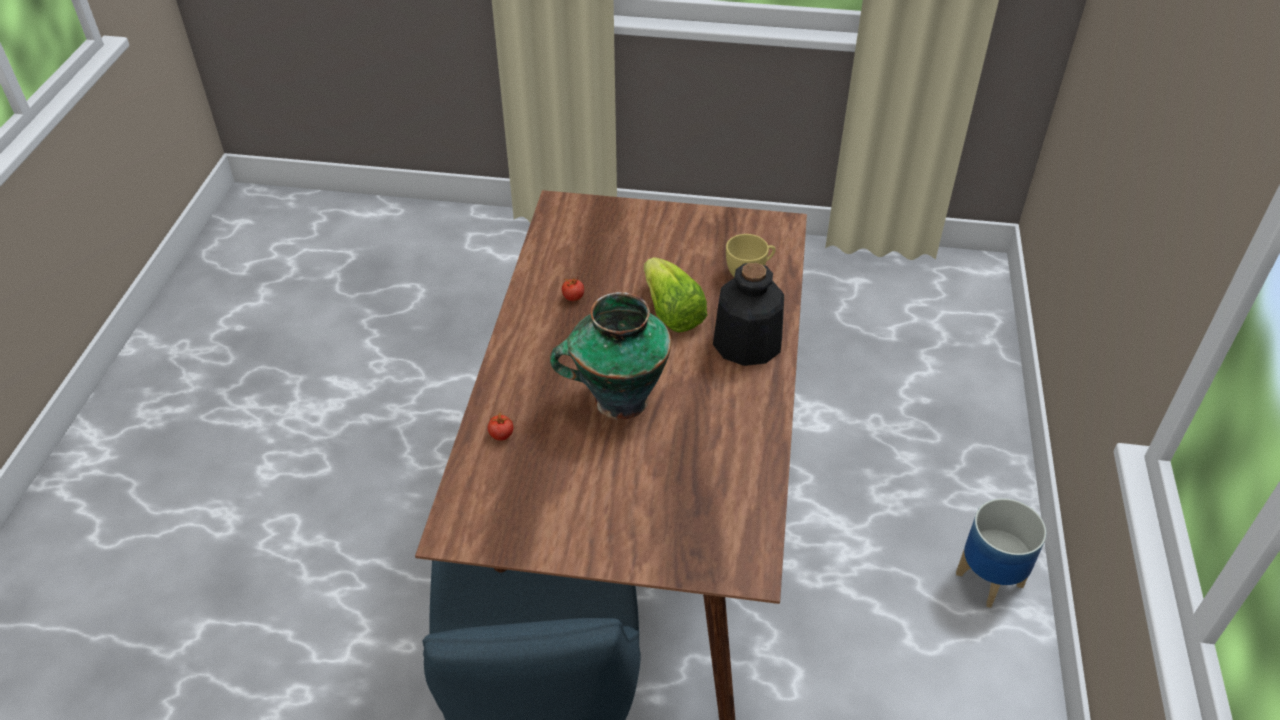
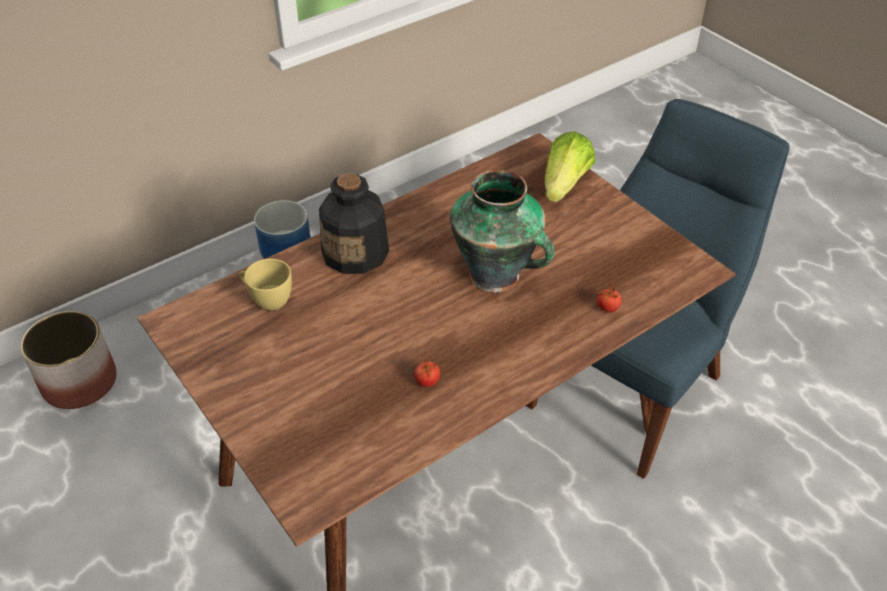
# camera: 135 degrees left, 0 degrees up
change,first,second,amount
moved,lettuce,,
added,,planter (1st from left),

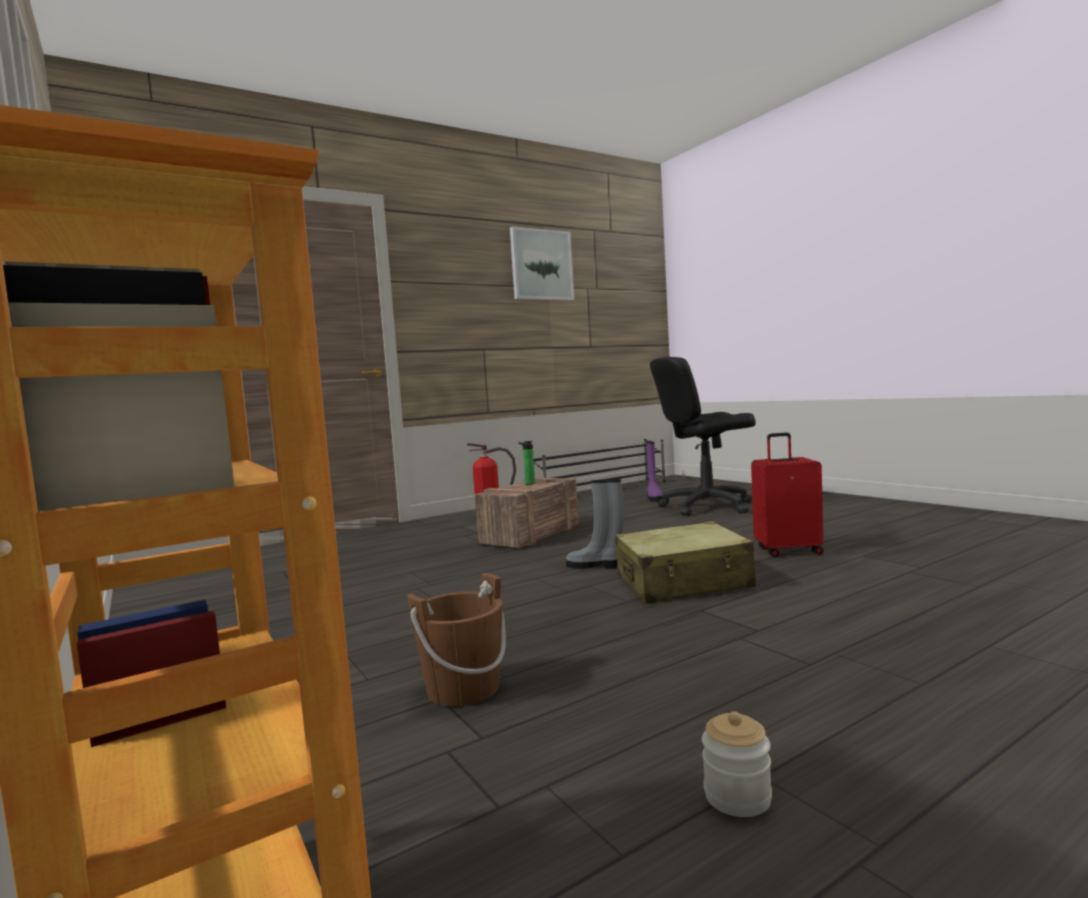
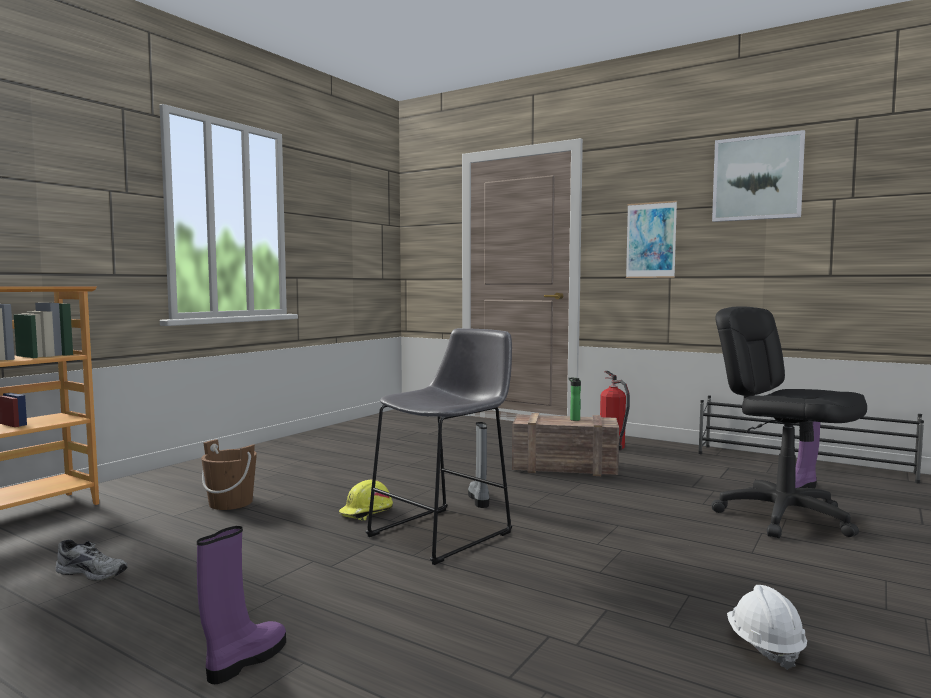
# camera: 65 degrees right, 0 degrees up
change,first,second,amount
removed,red suitcase,,
replaced,beige suitcase,grey stool,
replaced,jar,grey shoe,
added,,picture (1st from left),
added,,yellow hard hat,
added,,purple boot (1st from left),
added,,white hard hat,

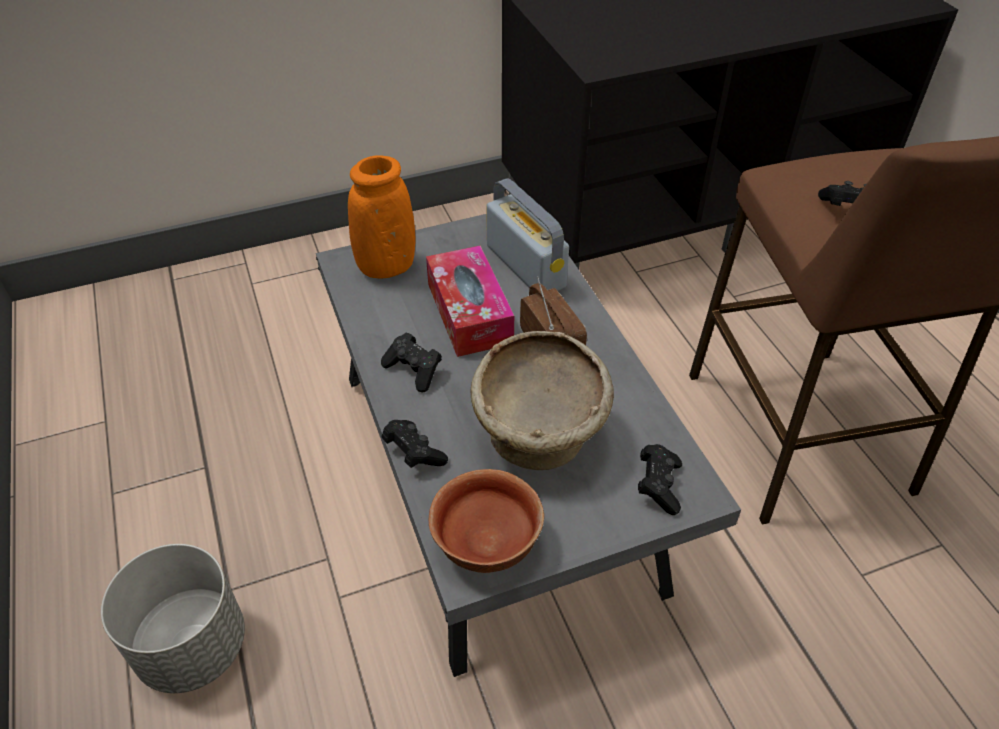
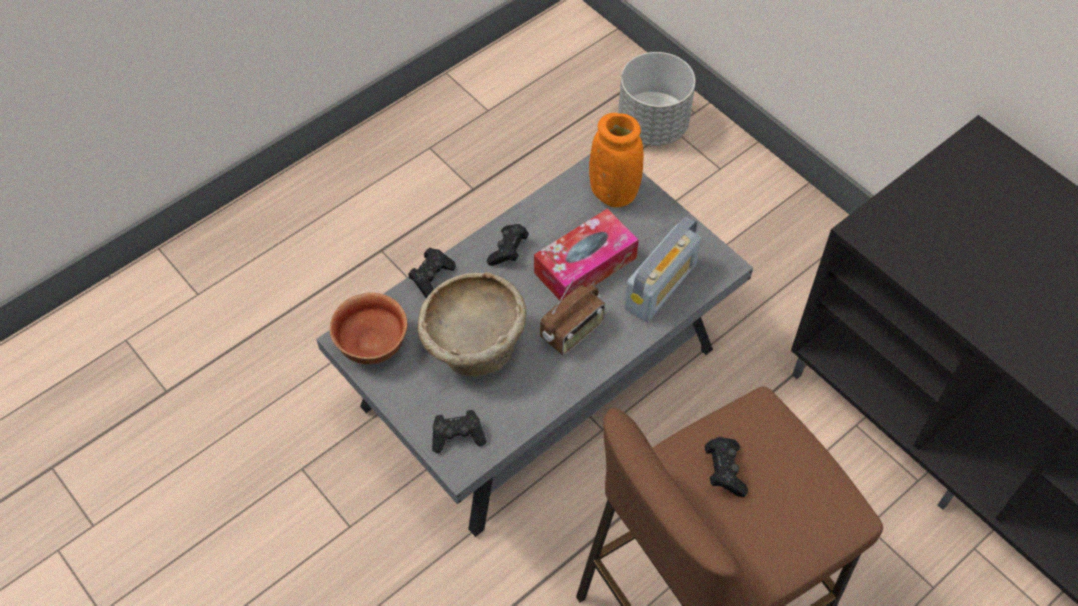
# camera: 70 degrees right, 10 degrees up
change,first,second,amount
moved,grey planter,,

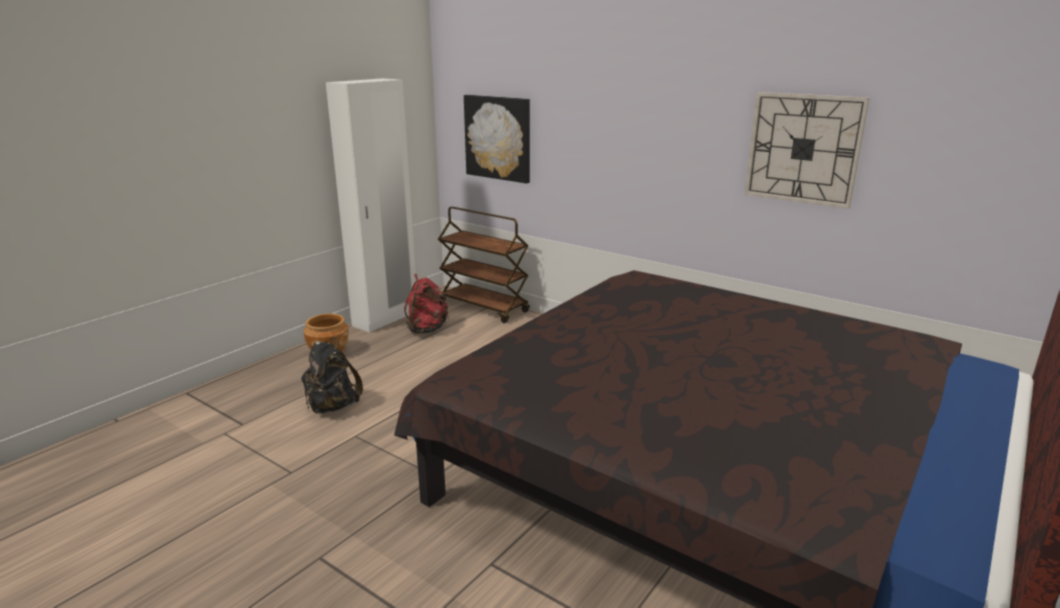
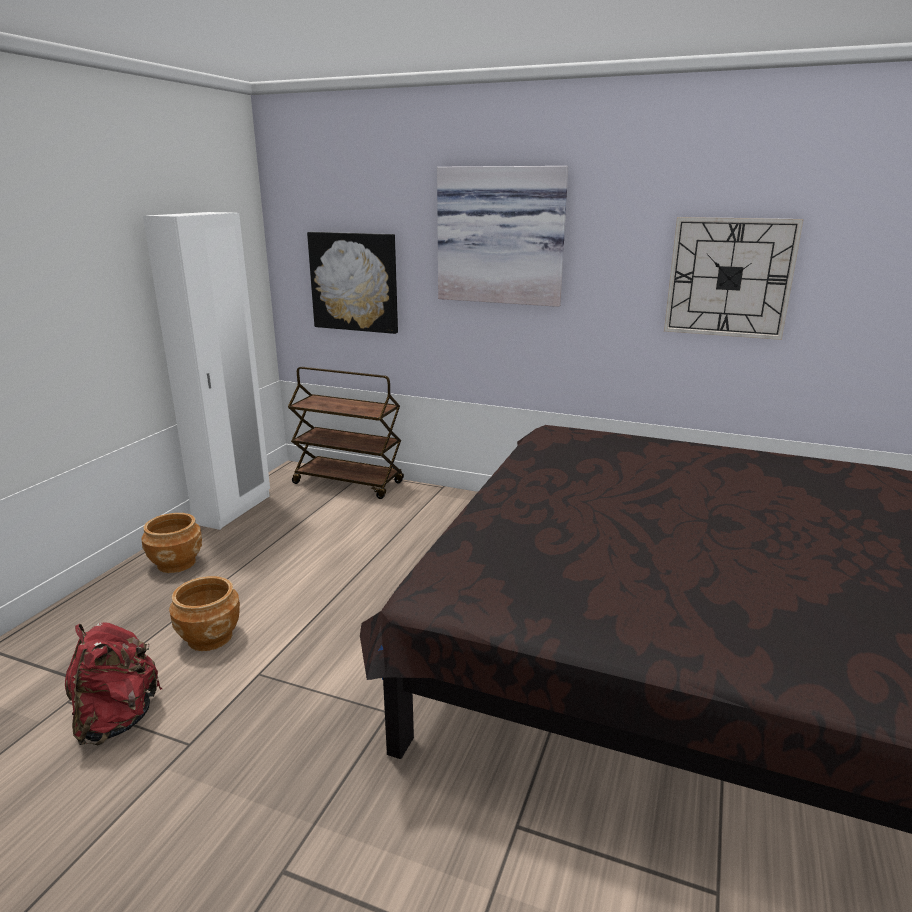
# camera: 15 degrees left, 0 degrees up
change,first,second,amount
moved,red backpack,,
replaced,black backpack,brown planter (2nd from left),
added,,picture (2nd from left),

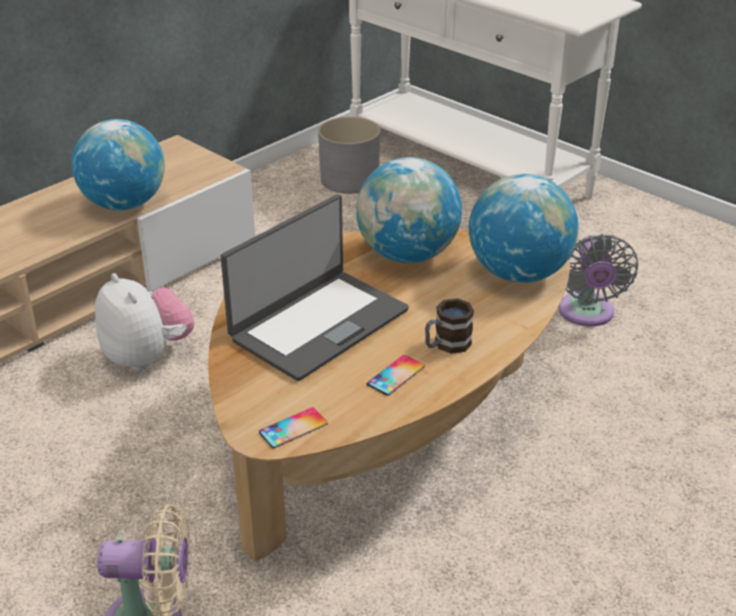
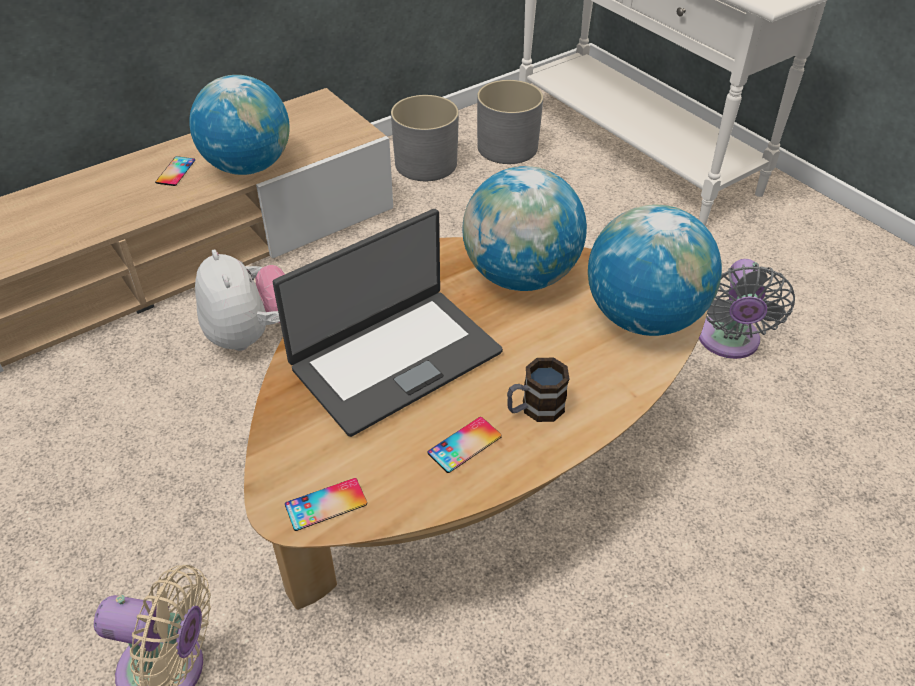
# camera: 10 degrees right, 10 degrees up
change,first,second,amount
added,,grey planter (1st from left),
added,,phone (1st from left),

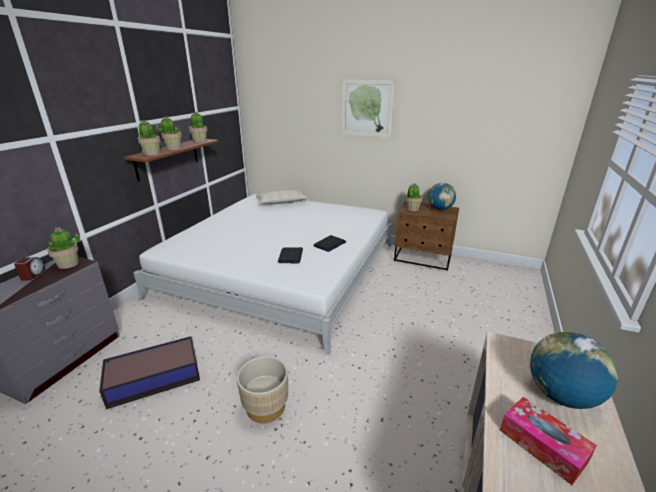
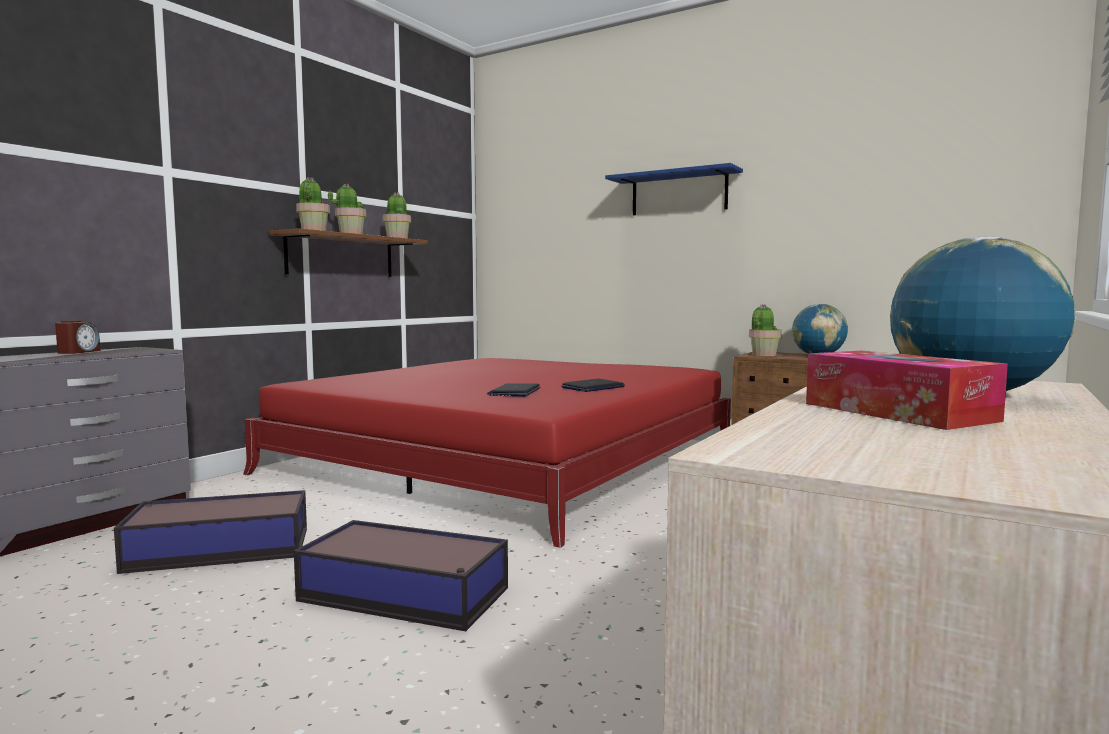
# camera: 10 degrees right, 20 degrees down
change,first,second,amount
replaced,picture,blue shelf,
removed,beige pillow,,
recoloured,white bed,red bed,
removed,potted plant (1st from left),,
replaced,beige planter,storage box (2nd from left),

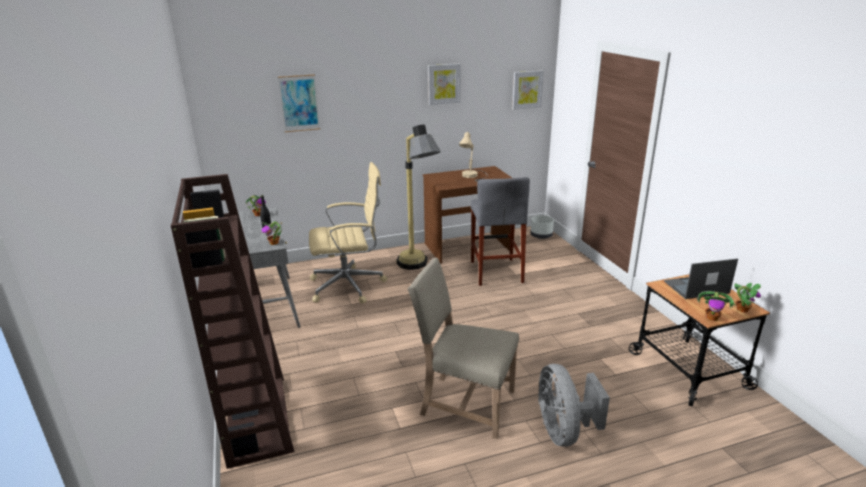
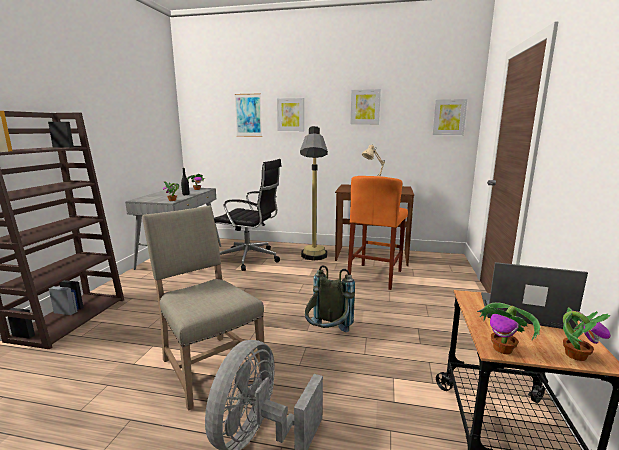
# camera: 30 degrees right, 10 degrees down
change,first,second,amount
recoloured,beige office chair,black office chair,
recoloured,grey stool,orange stool,
removed,white planter,,
added,,picture (2nd from left),
added,,grey backpack,

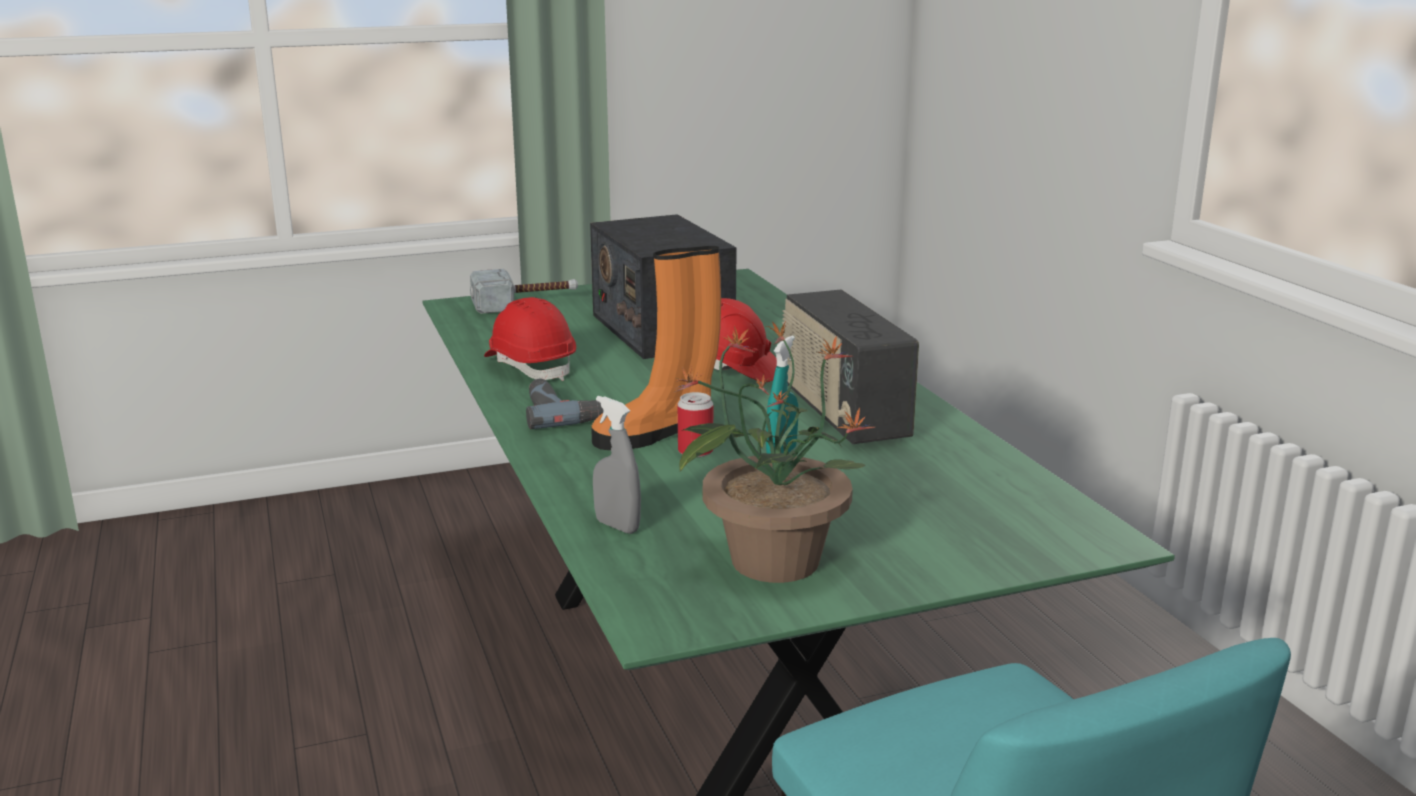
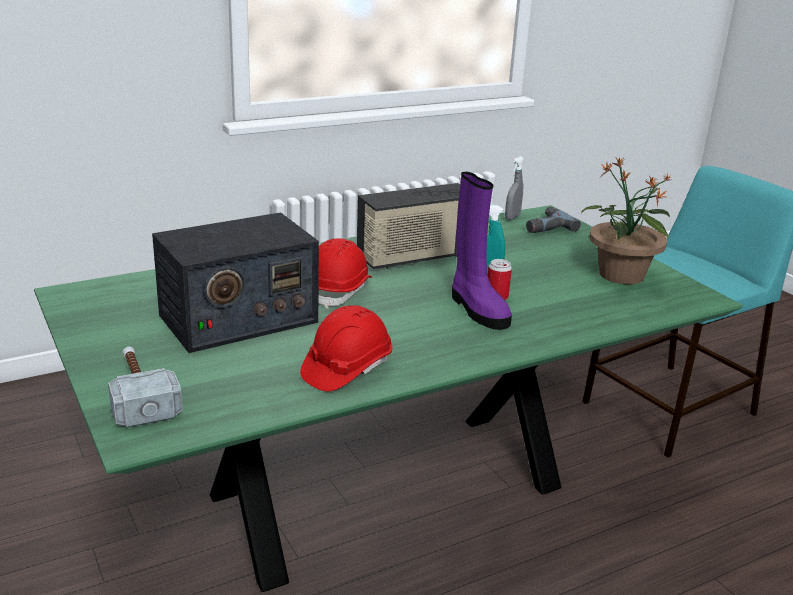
# camera: 100 degrees left, 5 degrees up
change,first,second,amount
recoloured,orange boot,purple boot,
moved,power drill,,
moved,grey spray bottle,,

